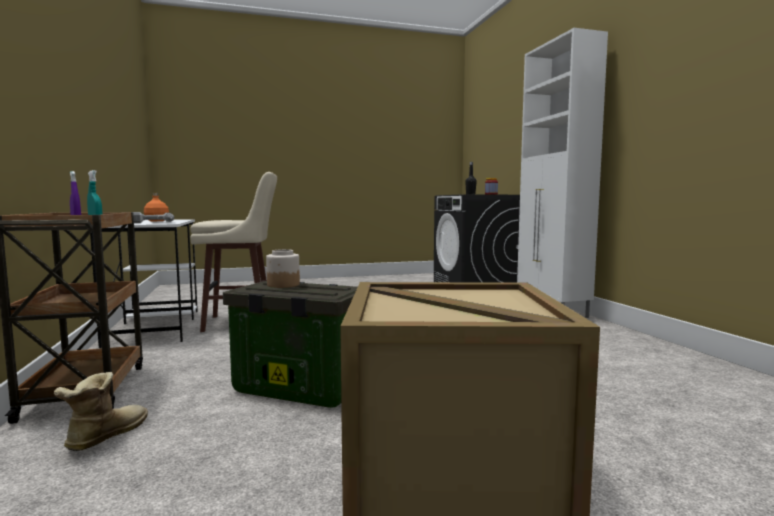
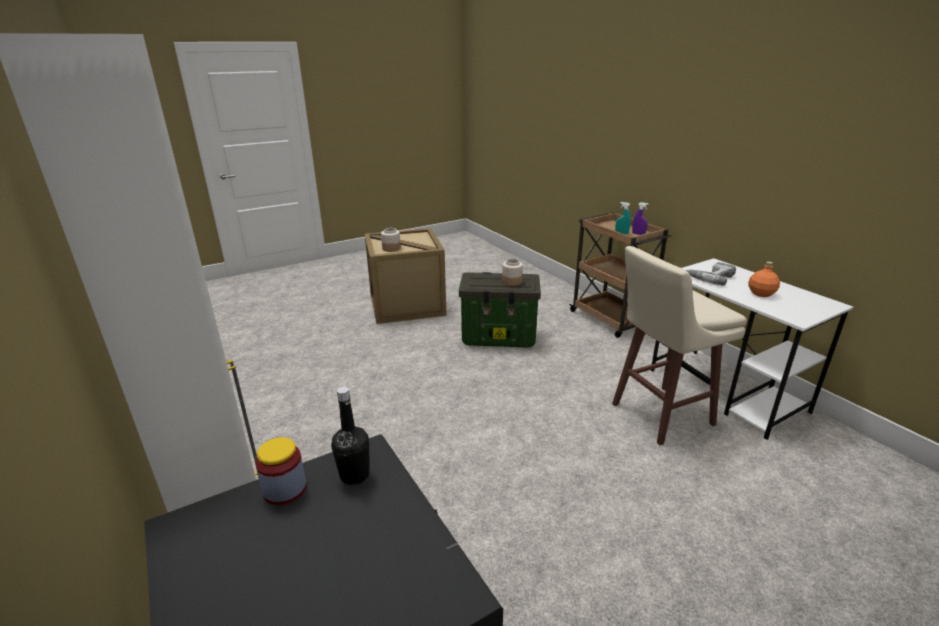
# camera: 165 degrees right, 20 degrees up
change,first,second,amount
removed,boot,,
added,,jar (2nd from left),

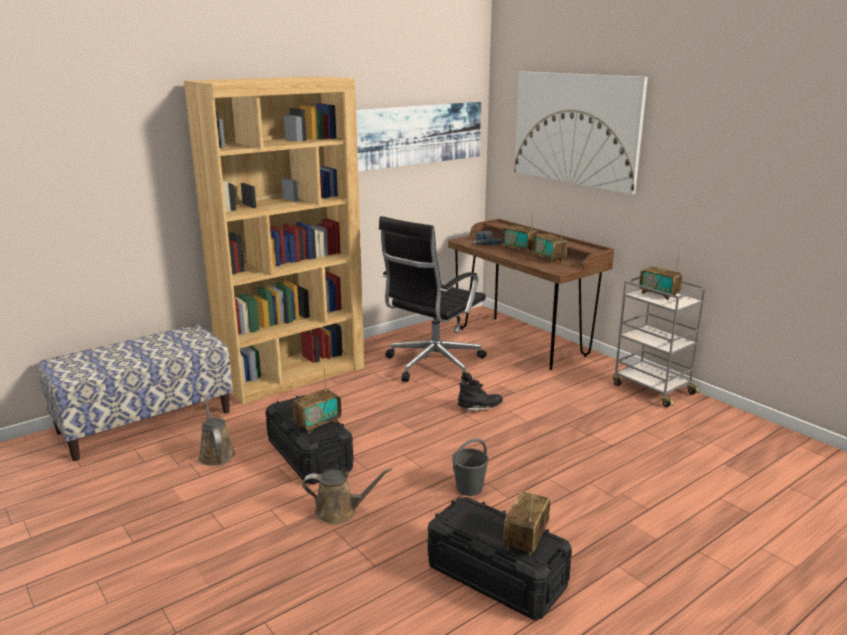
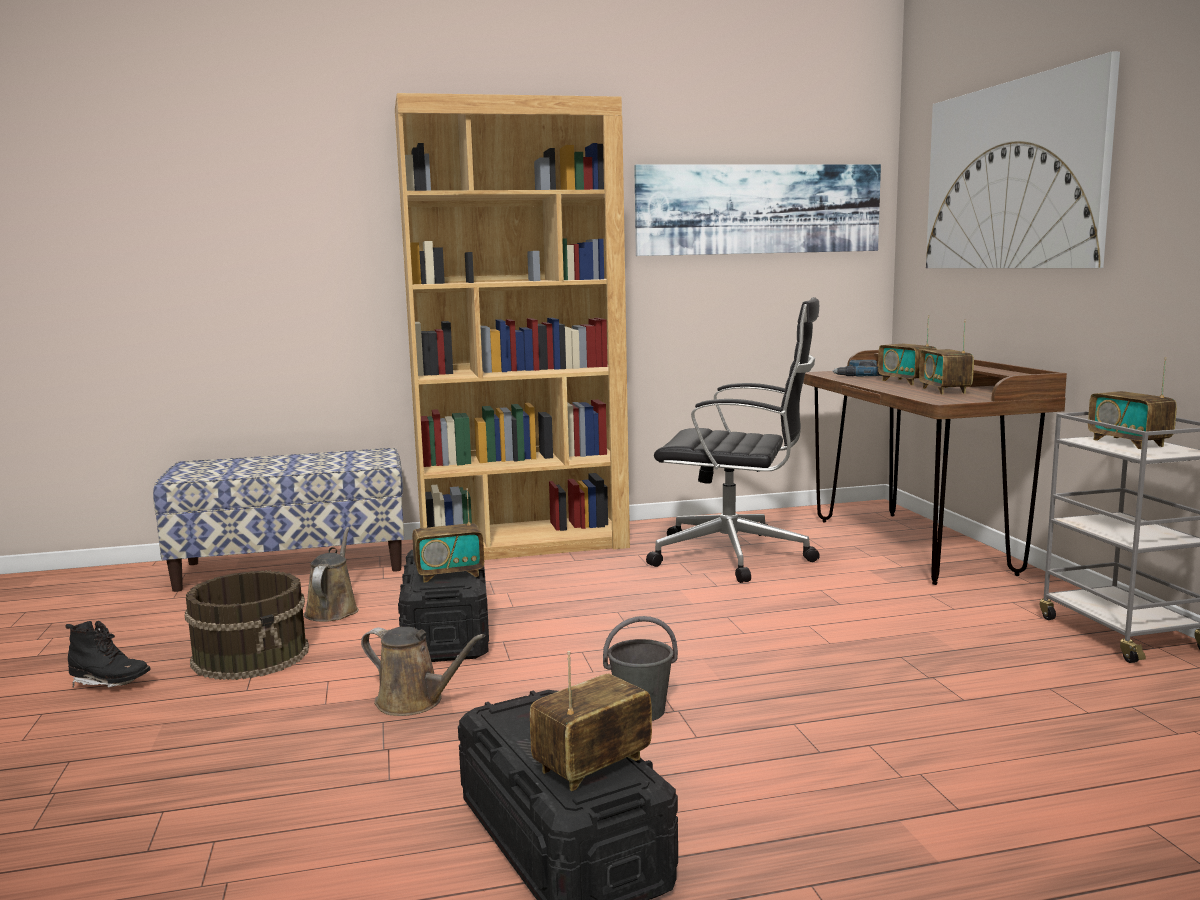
# camera: 25 degrees right, 10 degrees down
change,first,second,amount
turned,black office chair,,135 degrees counterclockwise
moved,black boot,,
added,,brown bucket,

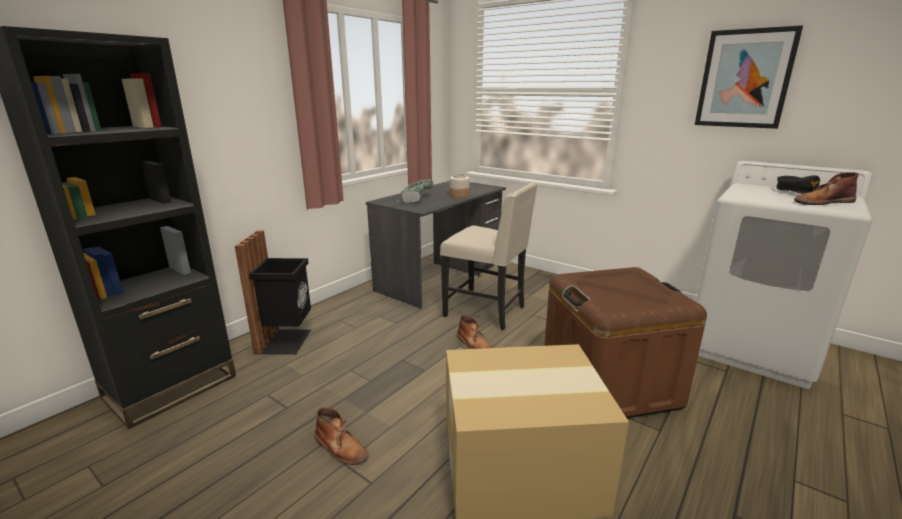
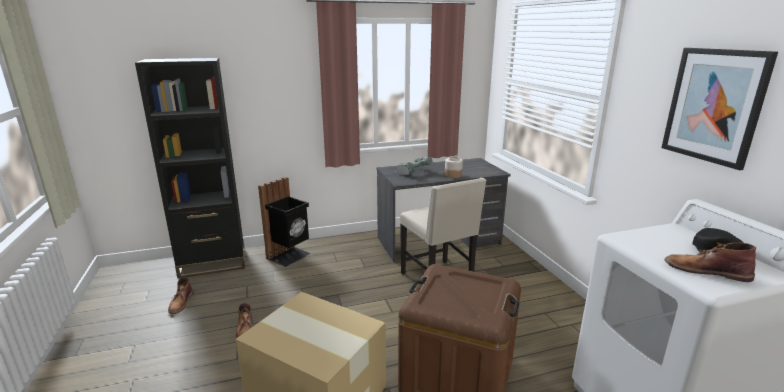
# camera: 35 degrees right, 0 degrees up
change,first,second,amount
moved,brown boot (2nd from left in the first image),brown boot (1st from left),

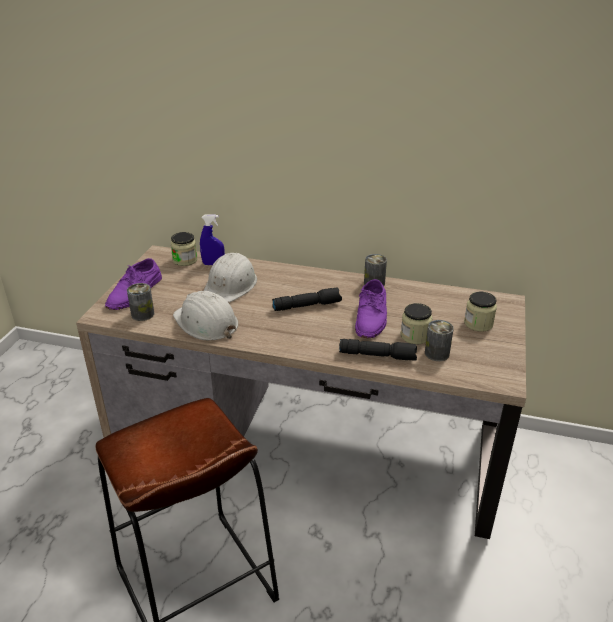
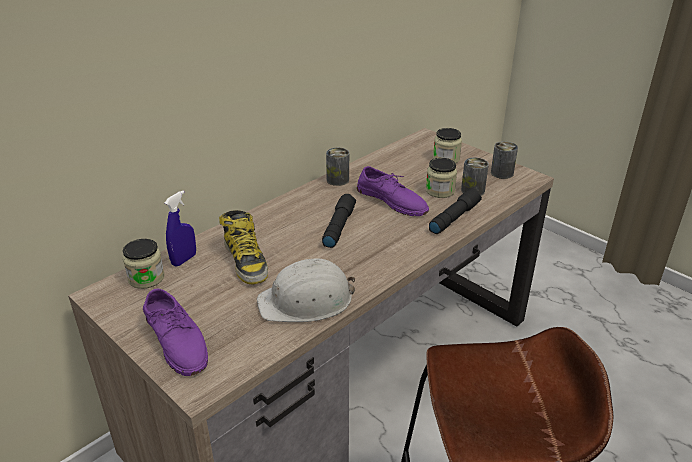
# camera: 60 degrees left, 0 degrees up
change,first,second,amount
replaced,white hard hat (2nd from left),boot,
moved,can (1st from left in the first image),can (3rd from left),

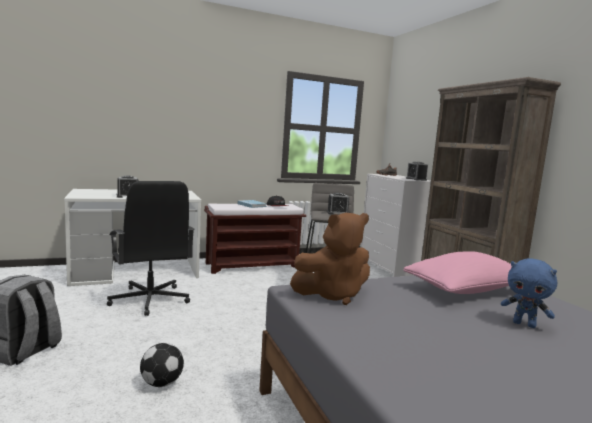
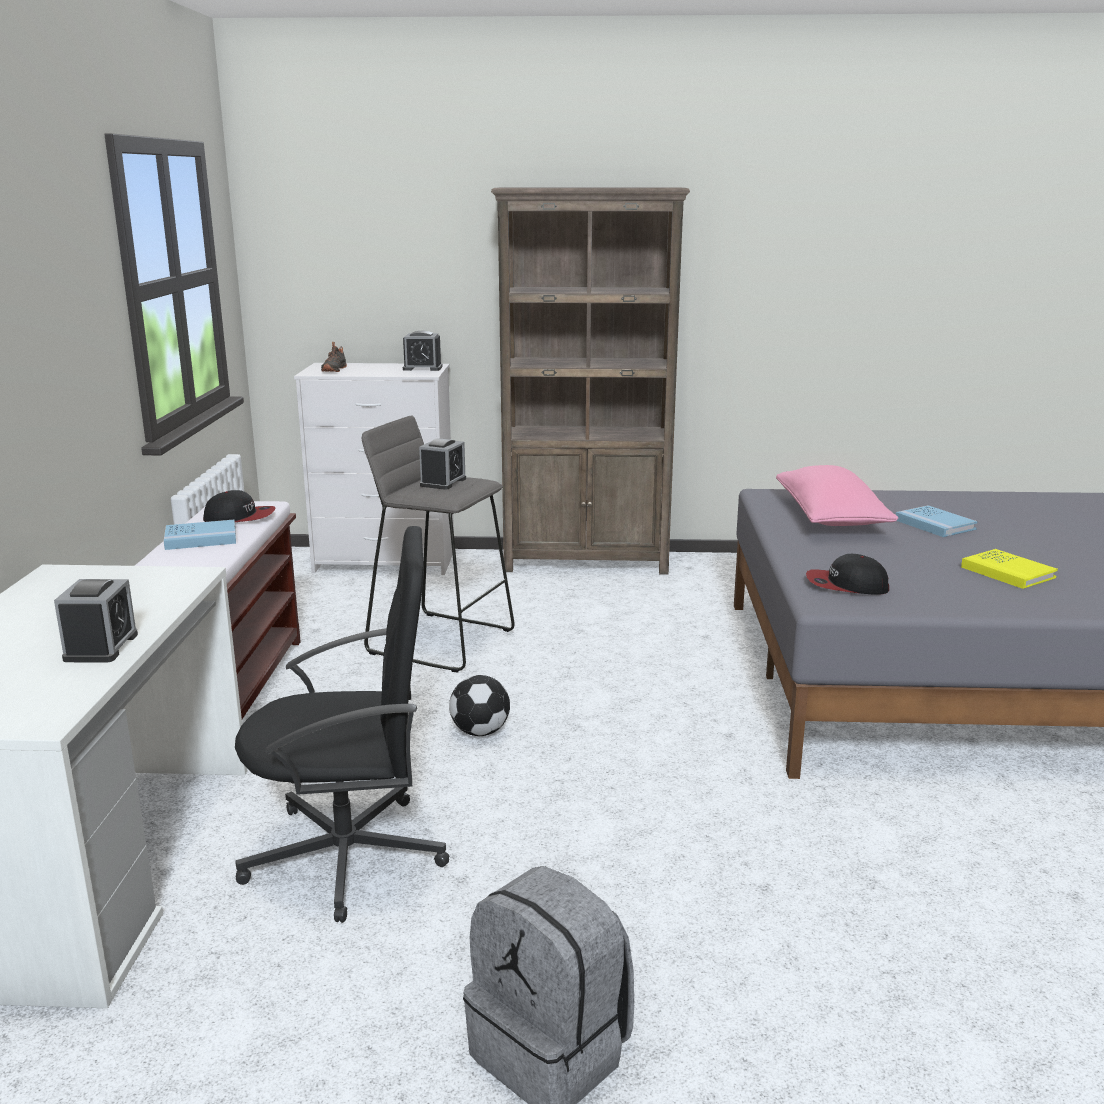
# camera: 65 degrees left, 10 degrees up
change,first,second,amount
replaced,brown plush toy,cap (2nd from left),
replaced,blue plush toy,blue book (2nd from left),
moved,football,,
added,,yellow book,

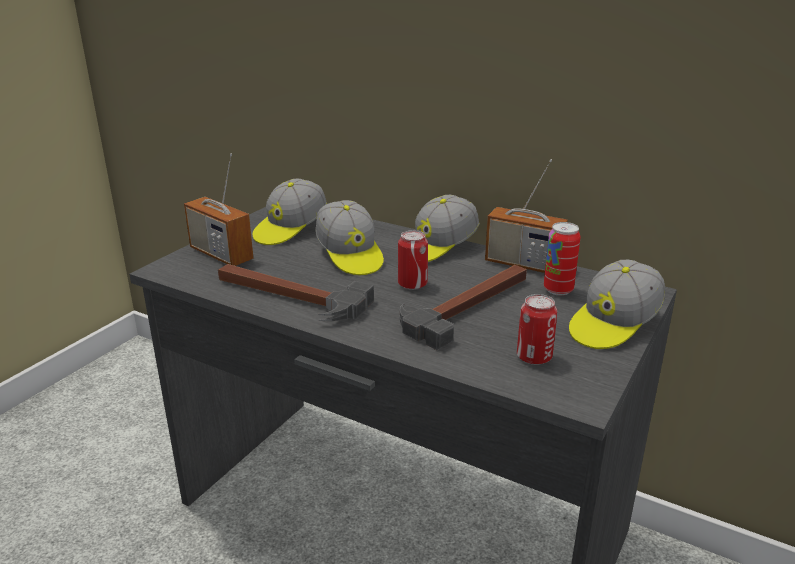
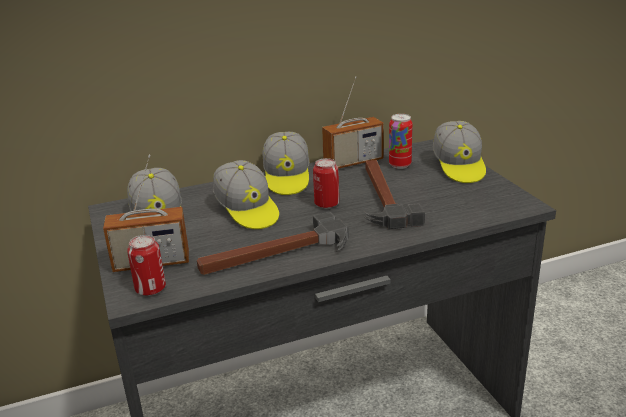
# camera: 50 degrees left, 0 degrees up
change,first,second,amount
turned,cap (2nd from left),,45 degrees clockwise
moved,can (2nd from left in the first image),can (1st from left),

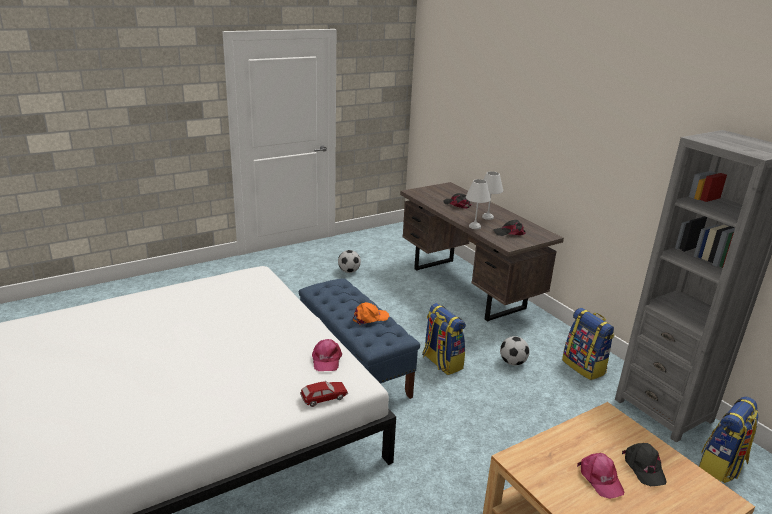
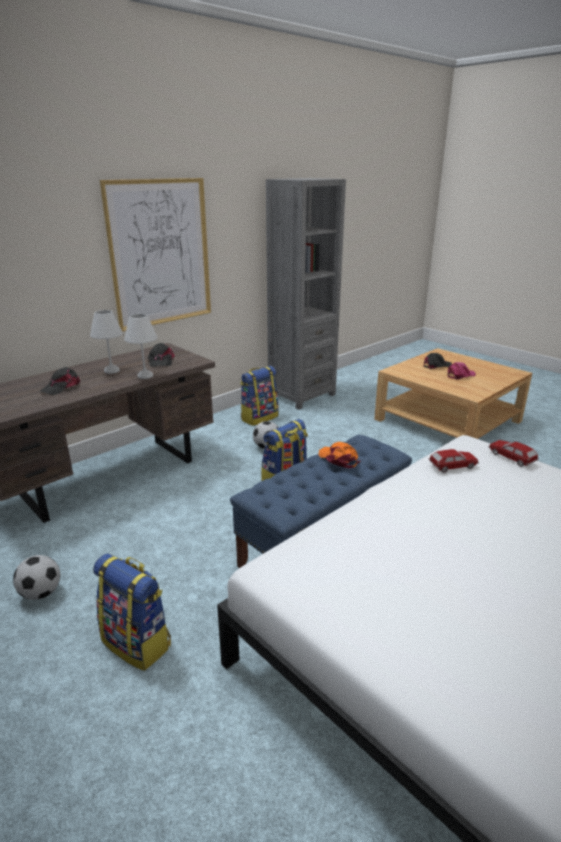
# camera: 100 degrees left, 0 degrees up
change,first,second,amount
replaced,pink cap (1st from left),toy car (1st from left),
moved,backpack (3rd from left in the first image),backpack (1st from left),
added,,picture,

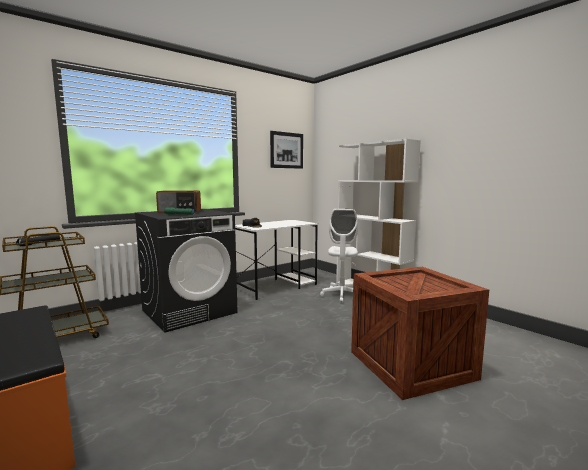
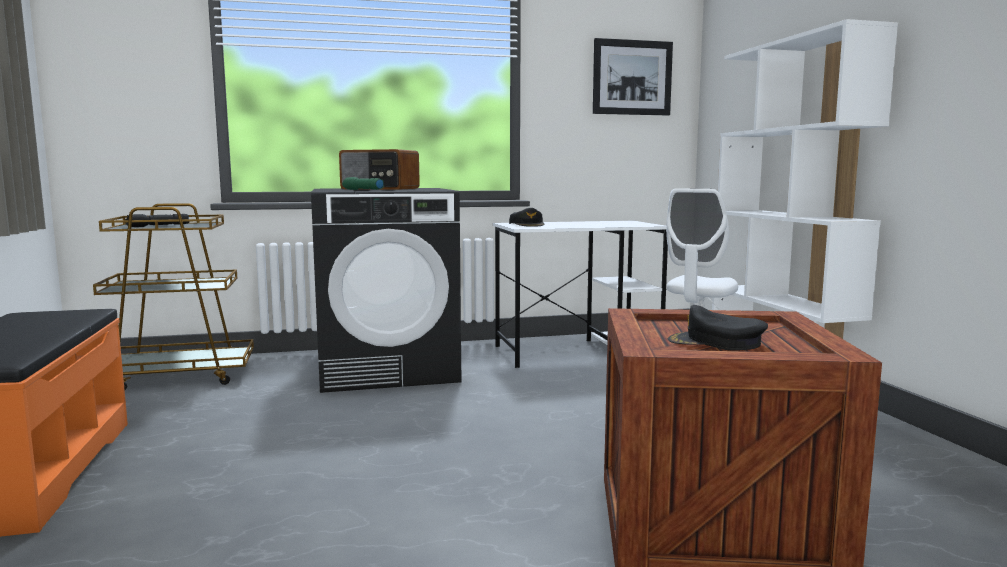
# camera: 25 degrees right, 0 degrees up
change,first,second,amount
added,,black cap (2nd from left),

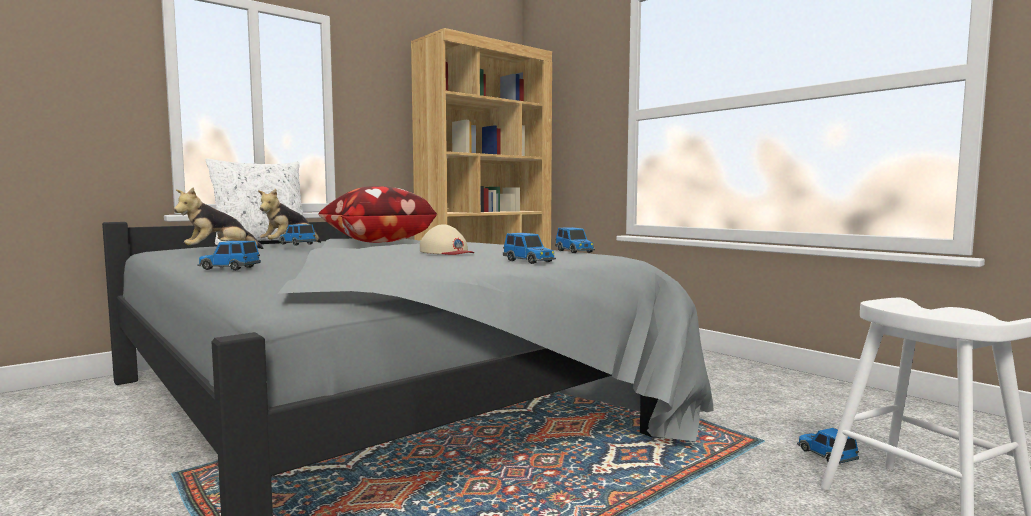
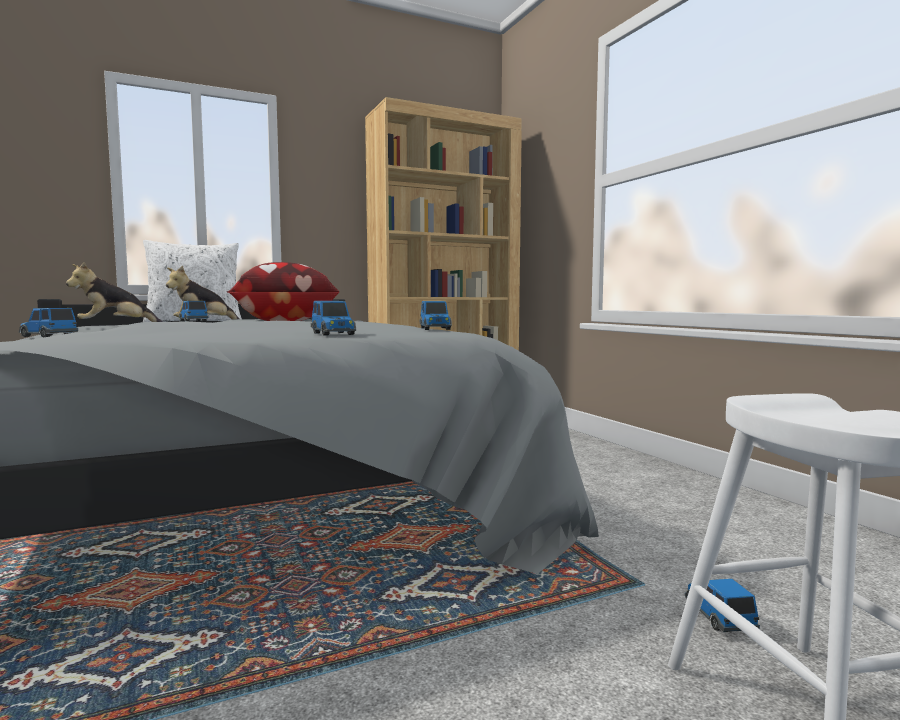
# camera: 15 degrees right, 0 degrees up
change,first,second,amount
removed,beige cap,,

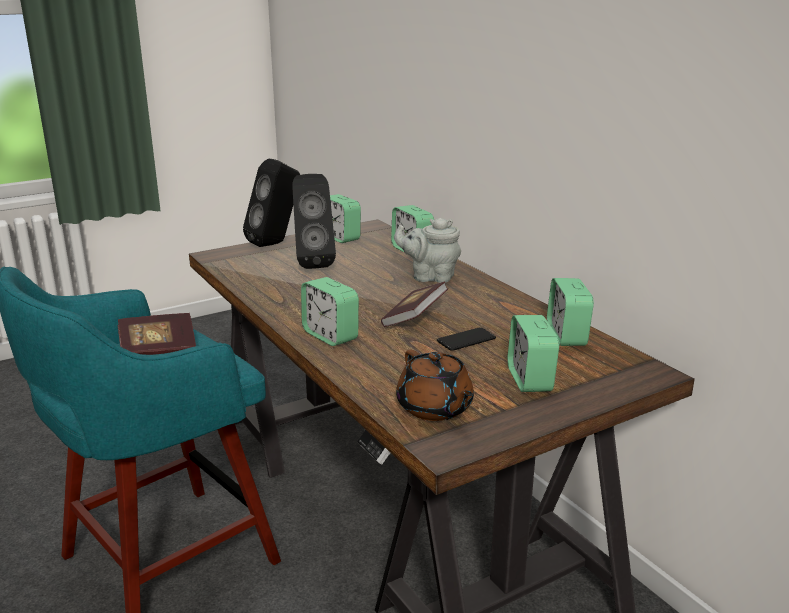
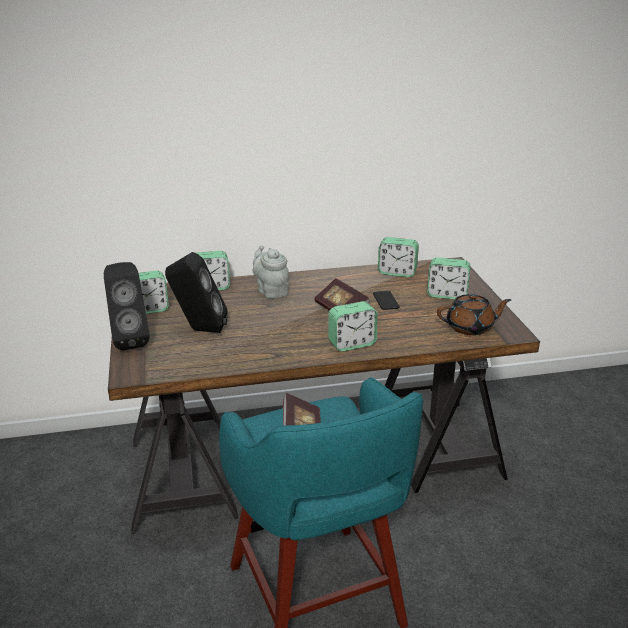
# camera: 70 degrees left, 5 degrees up
change,first,second,amount
turned,grey teapot,,120 degrees clockwise

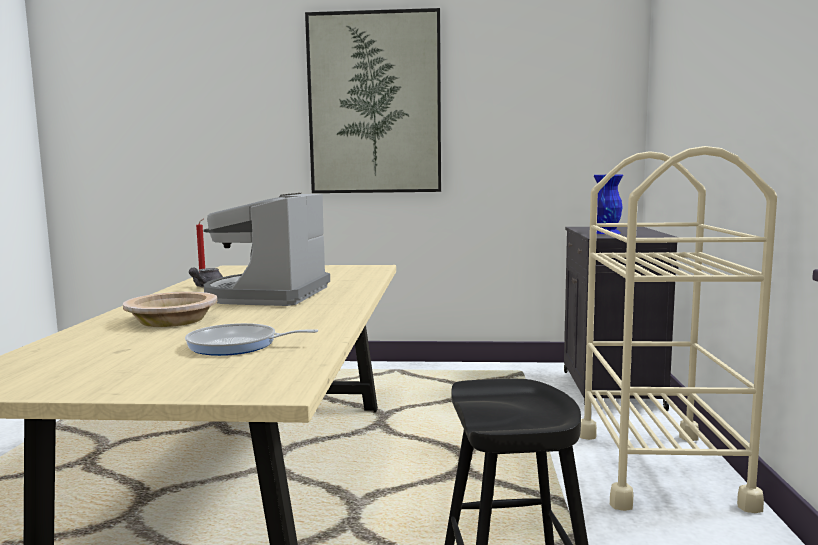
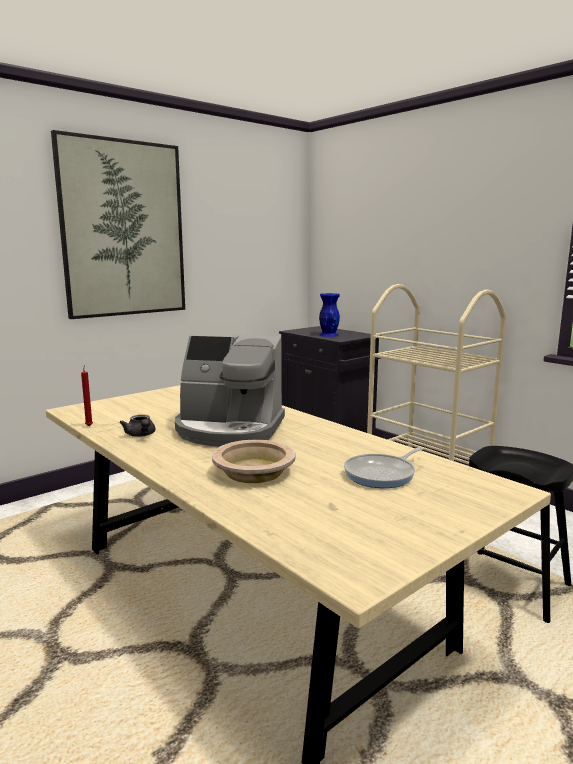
# camera: 45 degrees left, 5 degrees up
change,first,second,amount
turned,coffee machine,,45 degrees counterclockwise

